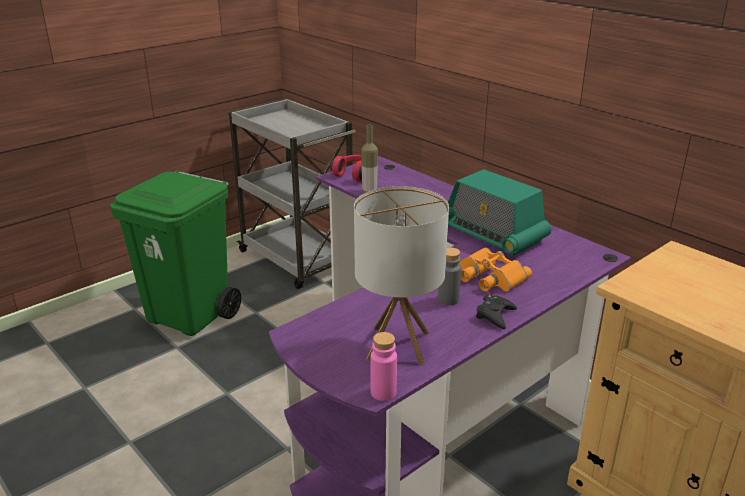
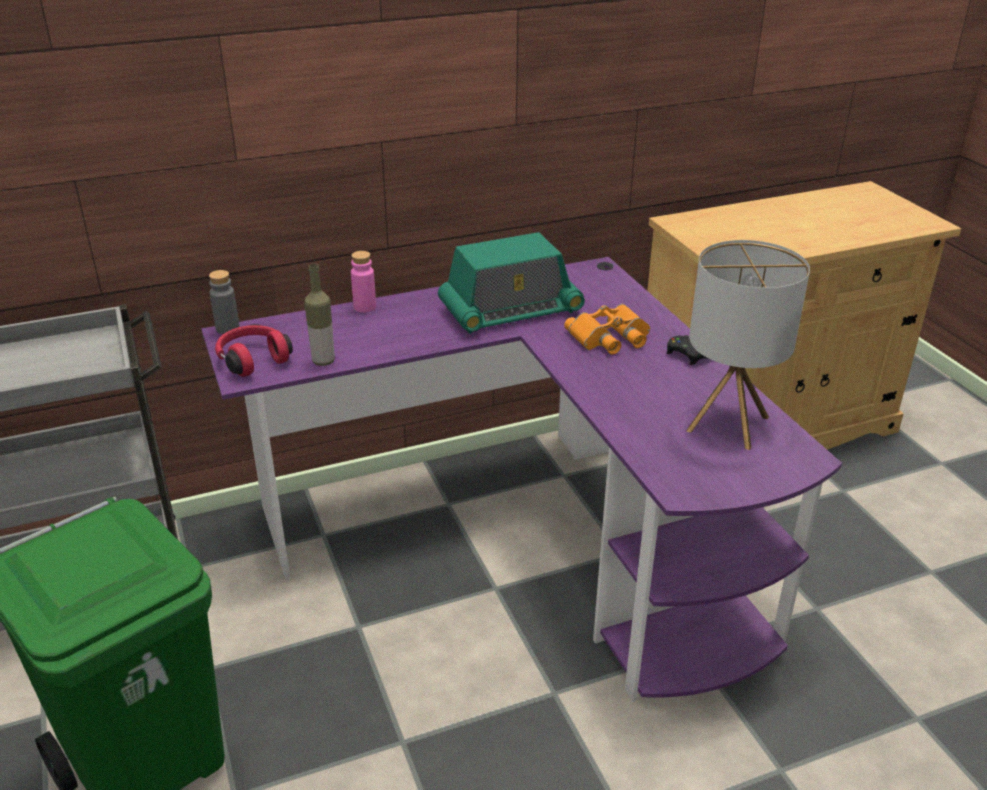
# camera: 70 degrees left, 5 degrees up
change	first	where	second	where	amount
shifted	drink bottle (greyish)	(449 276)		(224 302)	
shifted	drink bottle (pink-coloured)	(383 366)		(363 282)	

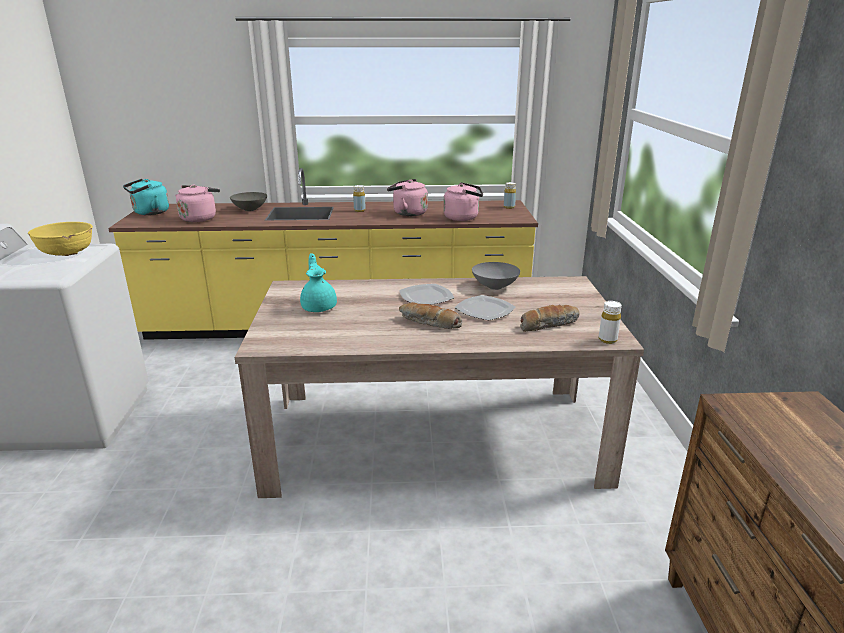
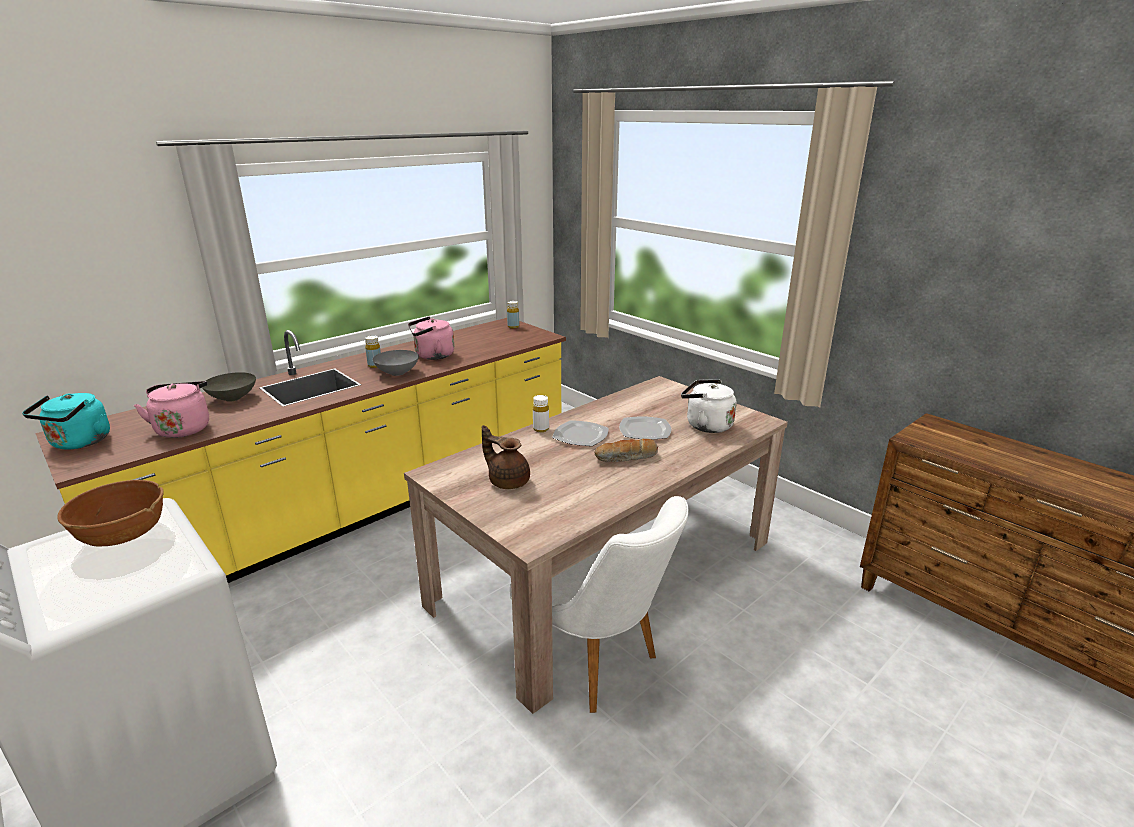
# camera: 40 degrees left, 0 degrees up
change	first	where	second	where	amount
gone	kettle (pink-coloured)	(463 201)			
repainted	deep dish (yellowish)	(60 239)	deep dish (brown)	(110 513)	
repainted	tea pot (blue-green)	(318 282)	tea pot (brown)	(506 457)	
shifted	deep dish (greyish)	(496 276)		(396 363)	
shifted	drink bottle (white)	(610 322)		(541 413)	
swapped	bakery bread	(549 318)	kettle (white)	(709 406)	
new			chair (white)	(599 604)	

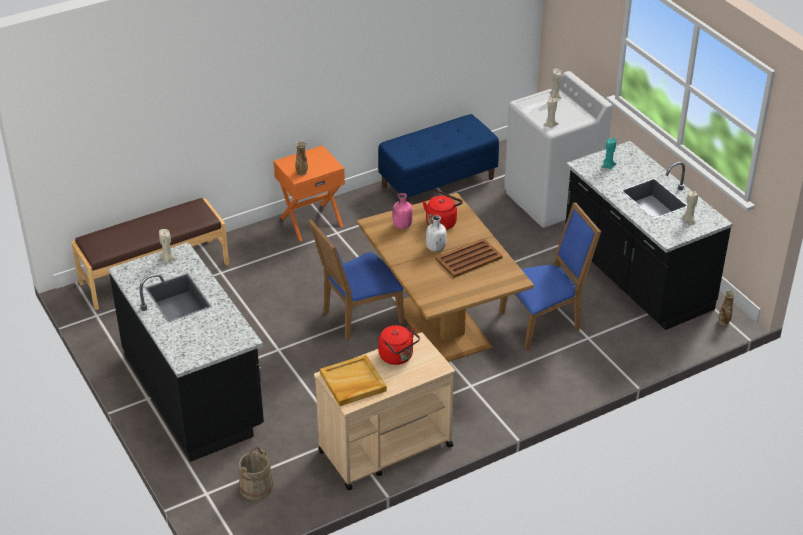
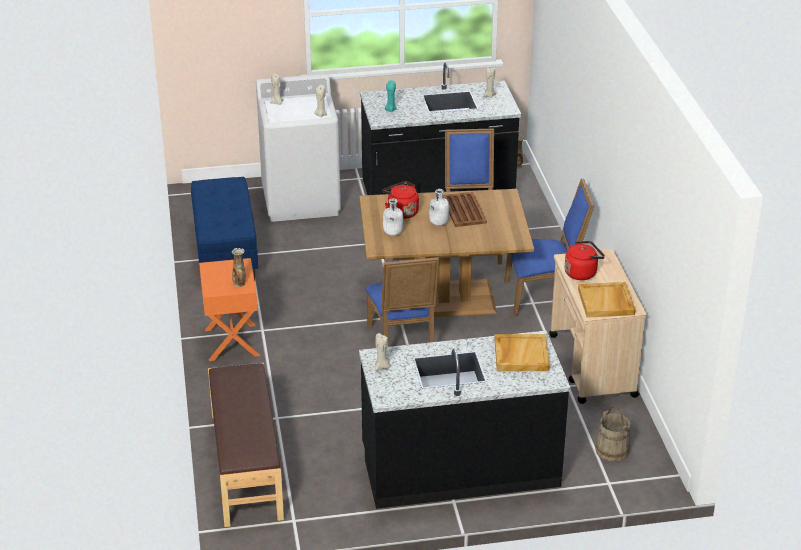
# camera: 70 degrees left, 5 degrees down
change	first	where	second	where	amount
repainted	drink bottle (pink-coloured)	(402 211)	drink bottle (white)	(393 217)	
new			chair (blue)	(549 247)	
new			tray (beige)	(522 352)	

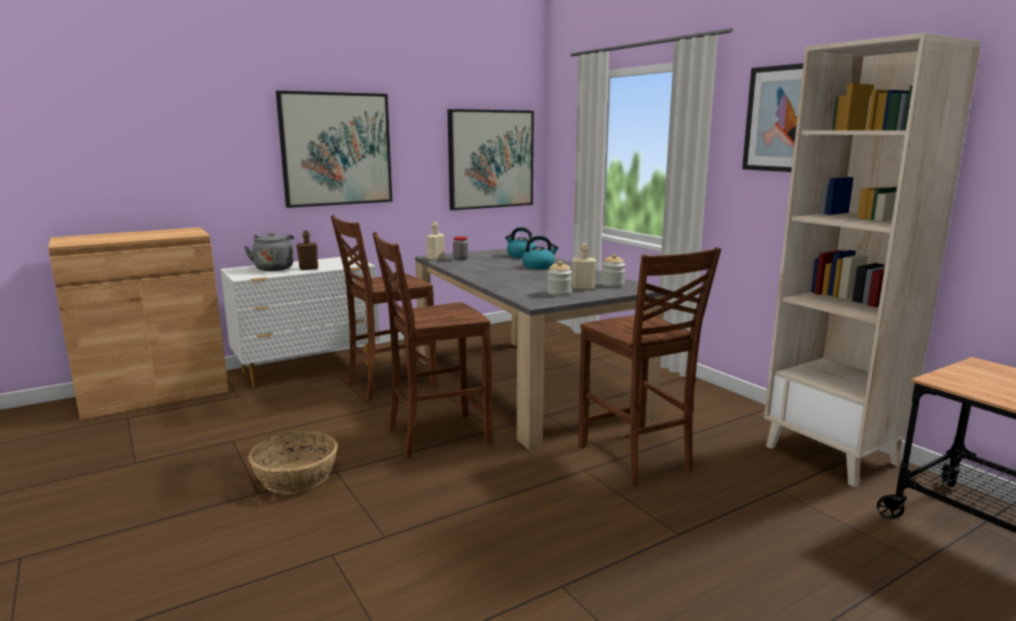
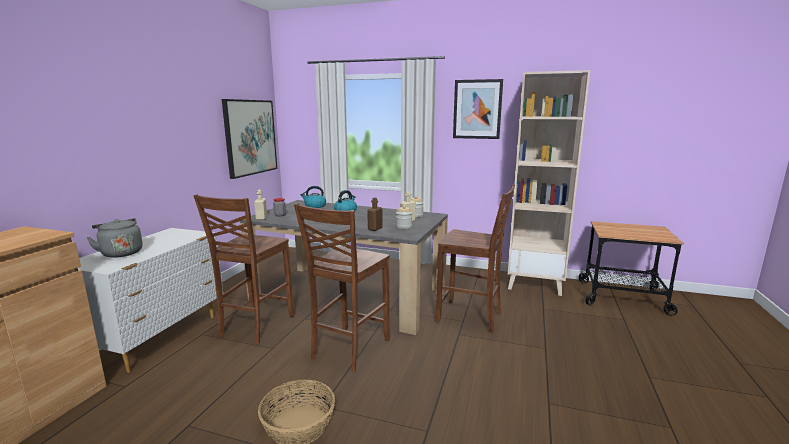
# camera: 40 degrees left, 0 degrees up
change	first	where	second	where	amount
gone	picture	(334 149)			
shifted	drink bottle (brown)	(307 250)		(374 214)	

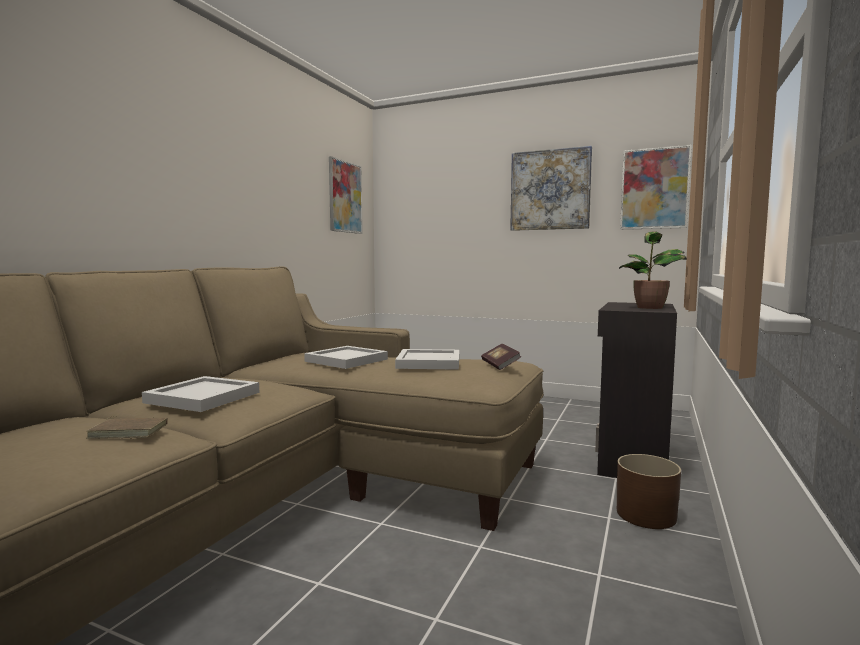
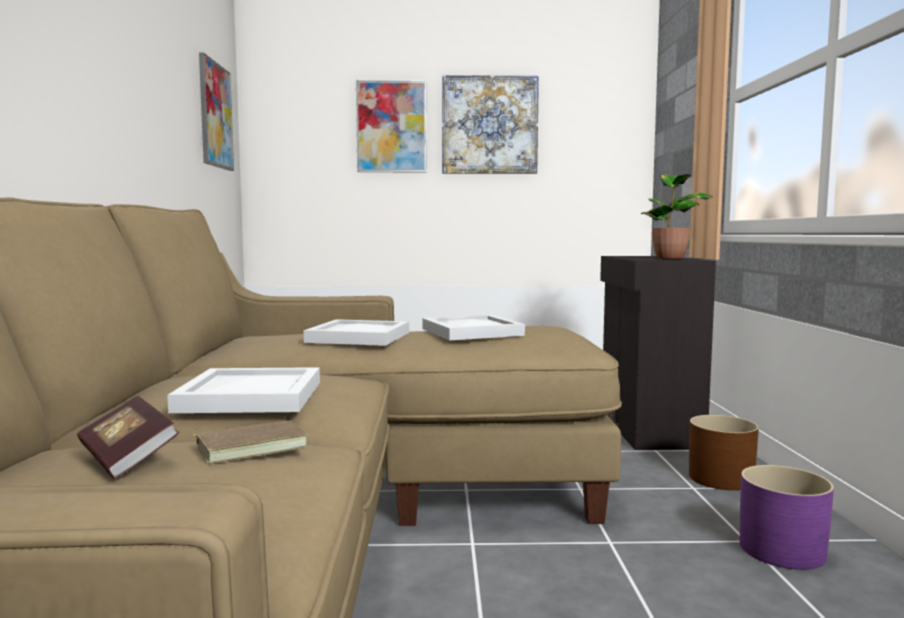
# camera: 25 degrees left, 0 degrees up
change	first	where	second	where	amount
shifted	picture	(656 187)		(391 126)	
shifted	volume	(501 357)		(128 437)	
new			planter (purple)	(787 517)	

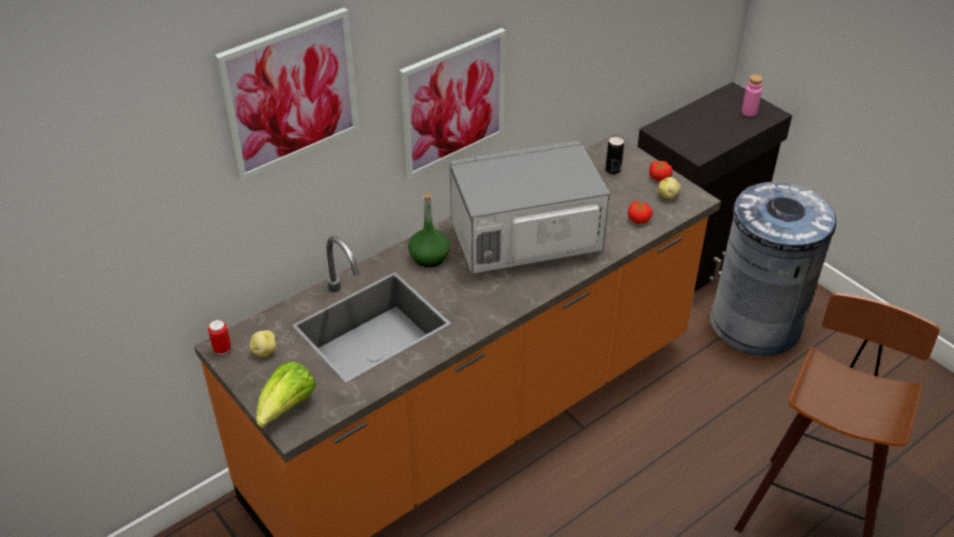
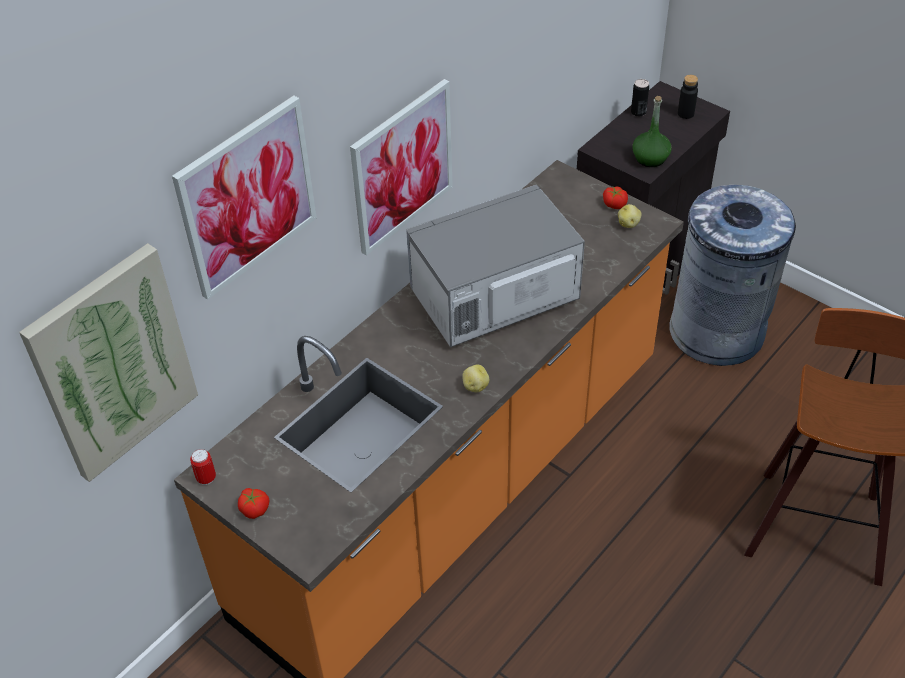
# camera: 10 degrees left, 5 degrees up
change	first	where	second	where	amount
repainted	drink bottle (pink-coloured)	(752 95)	drink bottle (black-coloured)	(688 97)	
shifted	metal can	(615 155)		(640 98)	
shifted	drink bottle (green)	(429 230)		(652 131)	
shifted	fresh tomato	(640 212)		(254 503)	
shifted	spud	(262 343)		(475 378)	
gone	head of lettuce	(286 395)			
new			picture	(108 362)	

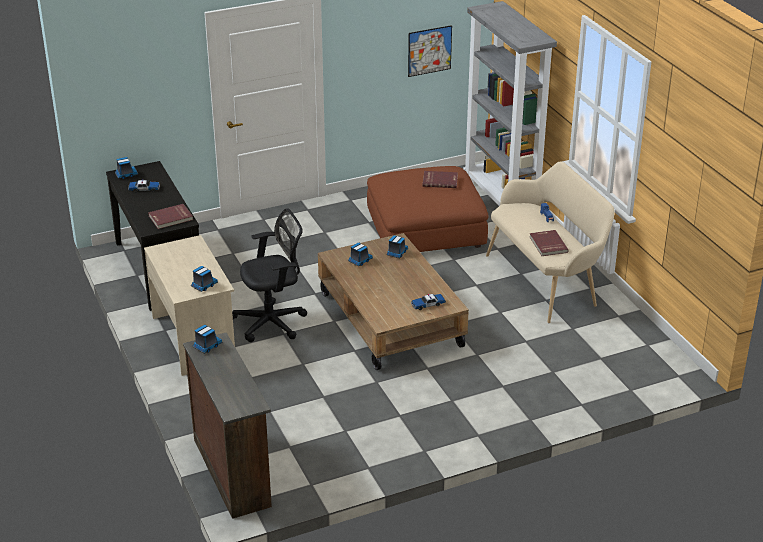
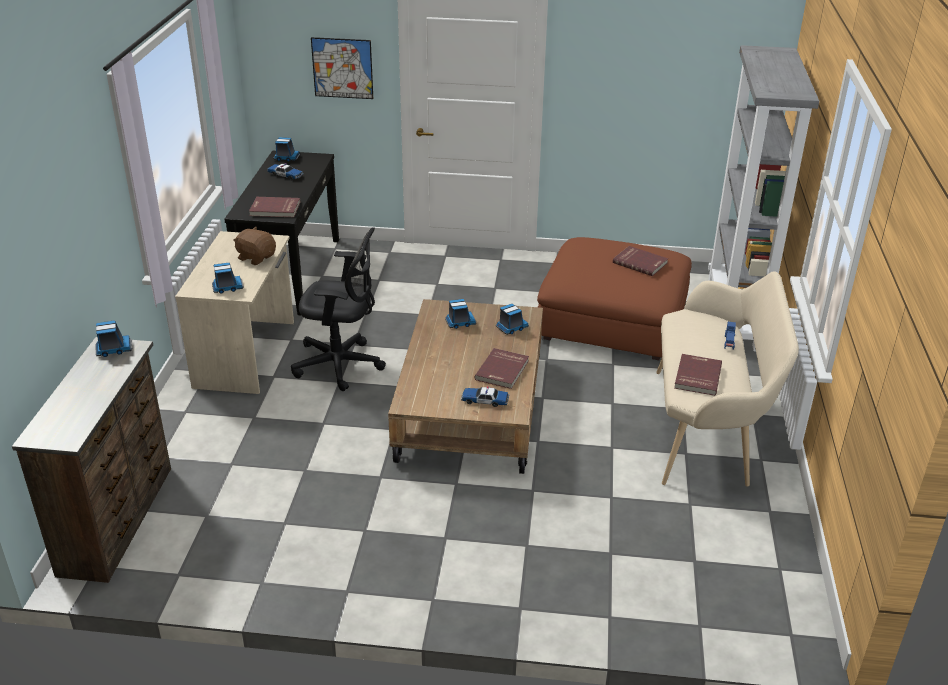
# camera: 30 degrees right, 0 degrees up
change	first	where	second	where	amount
shifted	picture	(430 51)		(342 68)	
new			soft toy (brown)	(254 246)	
new			volume (red-coloured)	(501 368)	

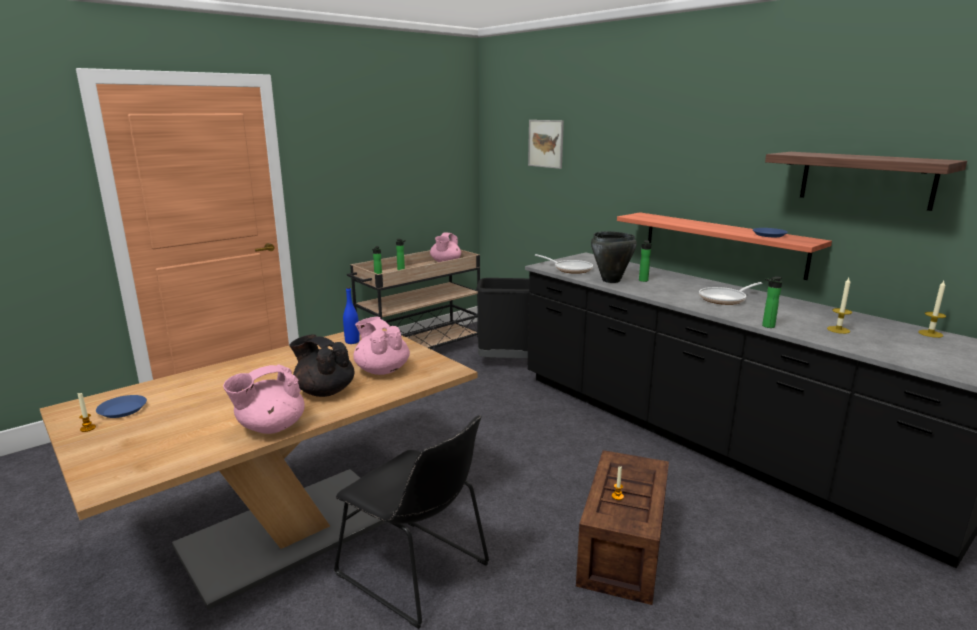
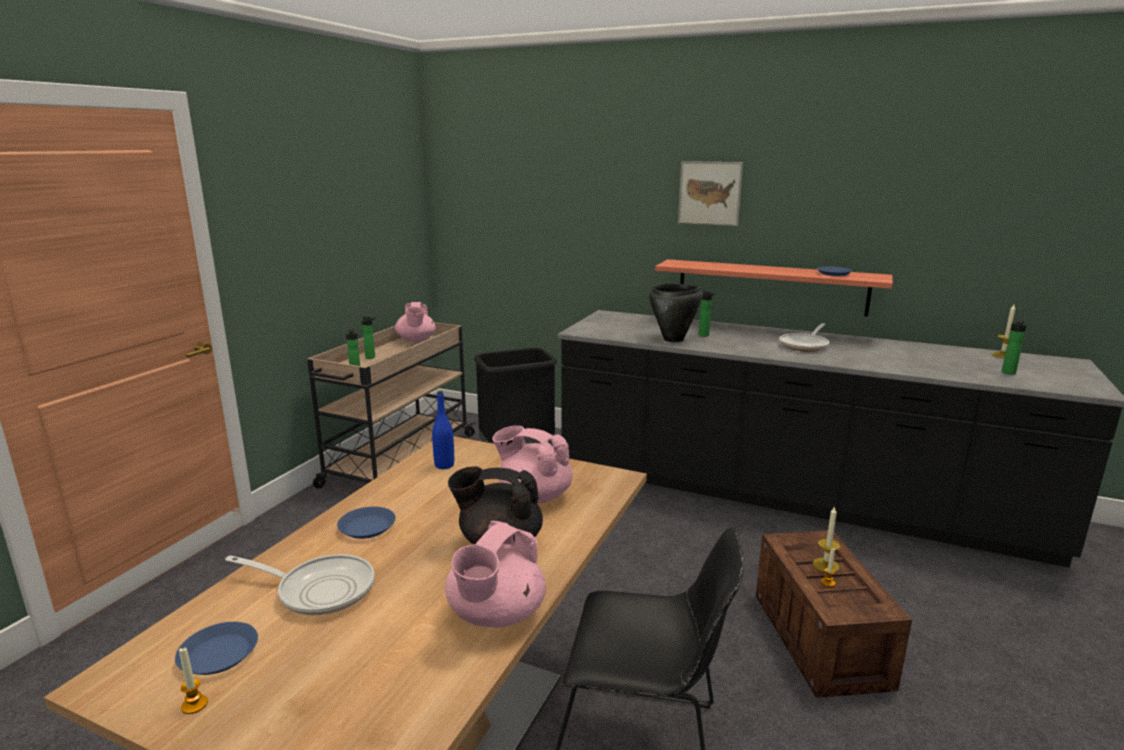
# camera: 25 degrees left, 0 degrees up
change	first	where	second	where	amount
shifted	picture	(546 144)		(710 193)	
gone	shelf	(866 181)			
shifted	skillet	(564 264)		(299 585)	
shifted	drink bottle	(772 302)		(1014 347)	
shifted	wax light	(839 306)		(827 539)	
new			plate (blue)	(366 523)	

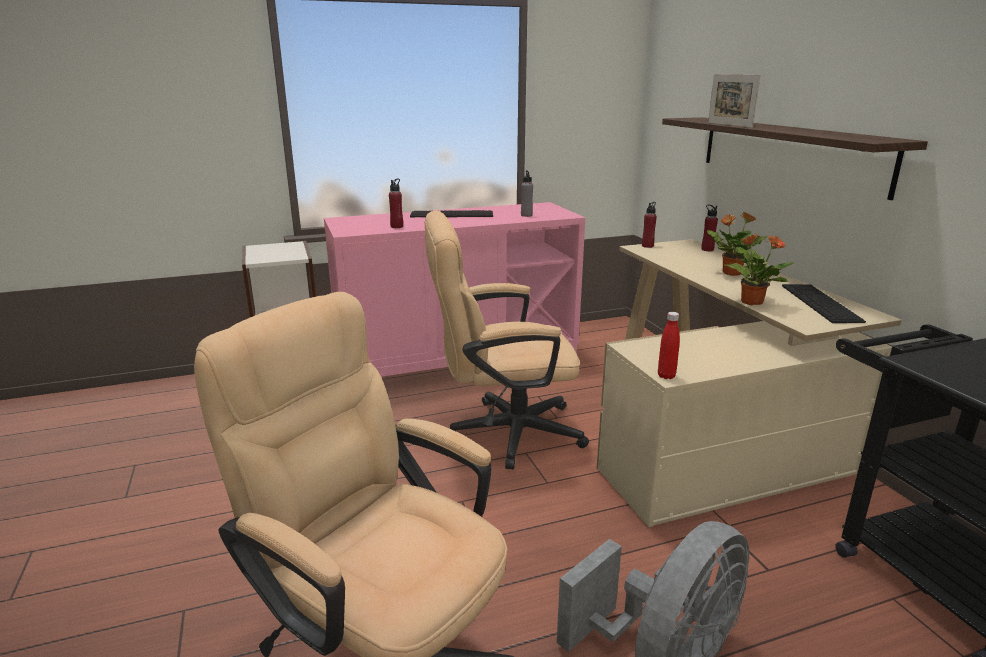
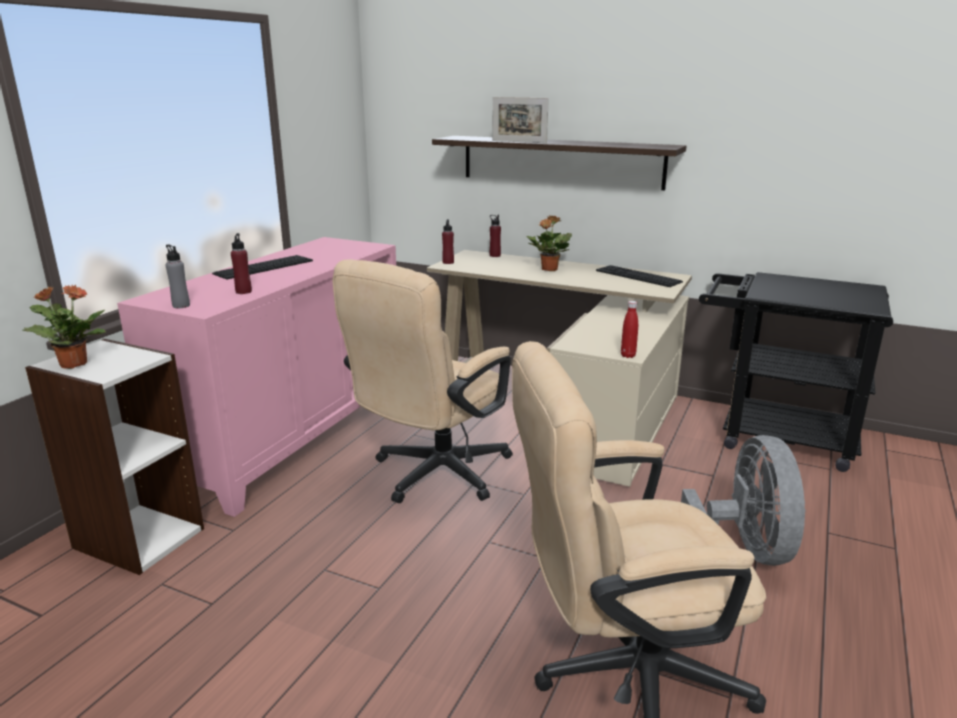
# camera: 45 degrees left, 0 degrees up
change	first	where	second	where	amount
shifted	drink bottle (greyish)	(527 193)		(178 276)	
shifted	plant in a pot	(759 269)		(64 327)	

